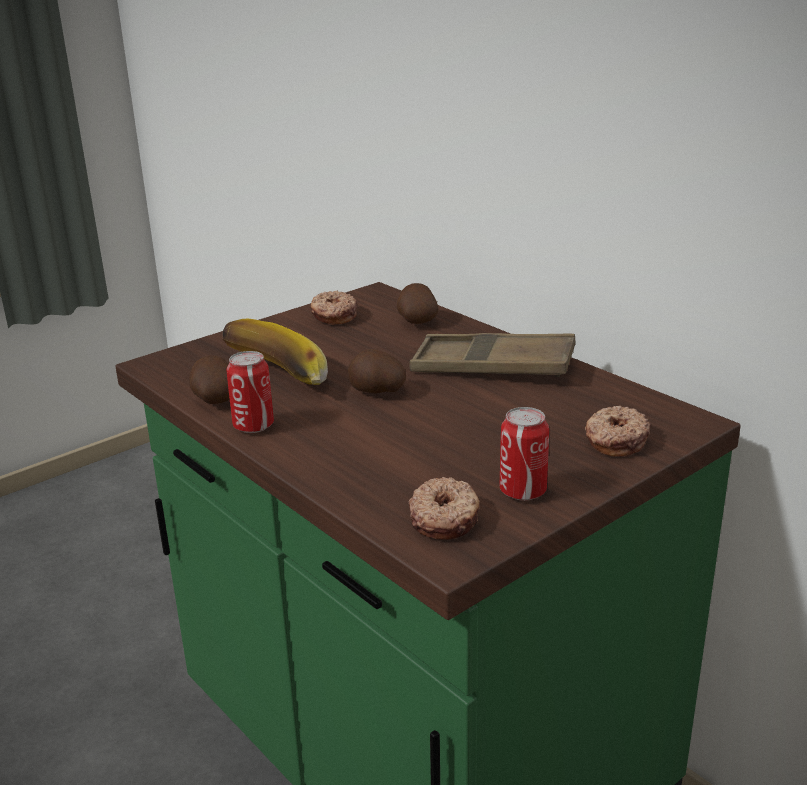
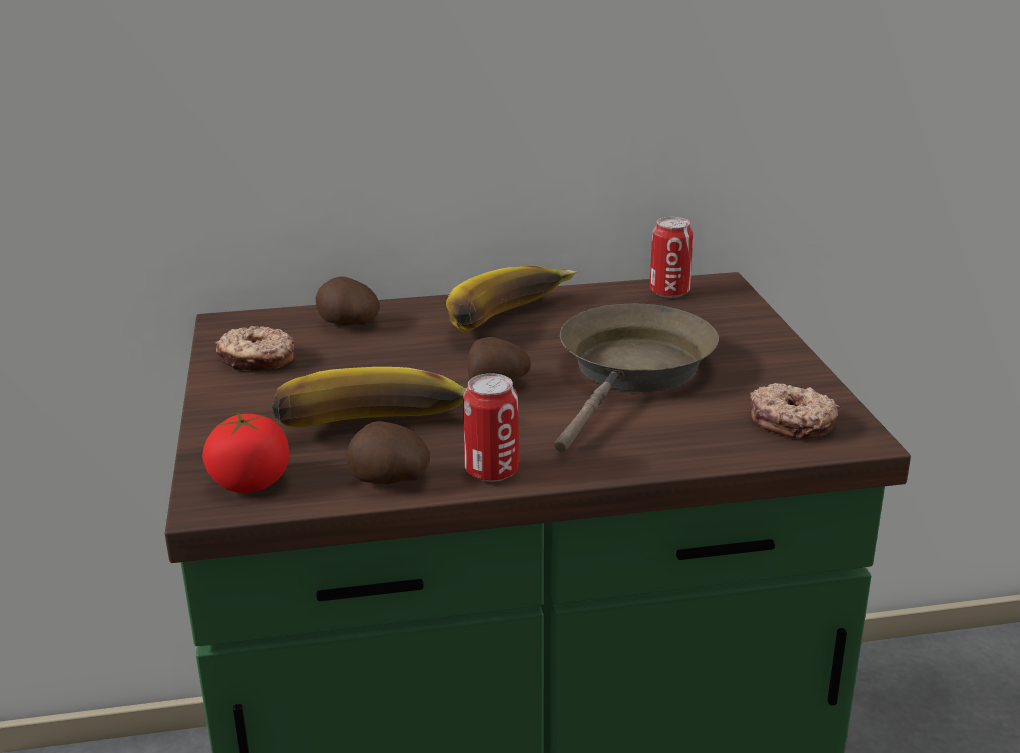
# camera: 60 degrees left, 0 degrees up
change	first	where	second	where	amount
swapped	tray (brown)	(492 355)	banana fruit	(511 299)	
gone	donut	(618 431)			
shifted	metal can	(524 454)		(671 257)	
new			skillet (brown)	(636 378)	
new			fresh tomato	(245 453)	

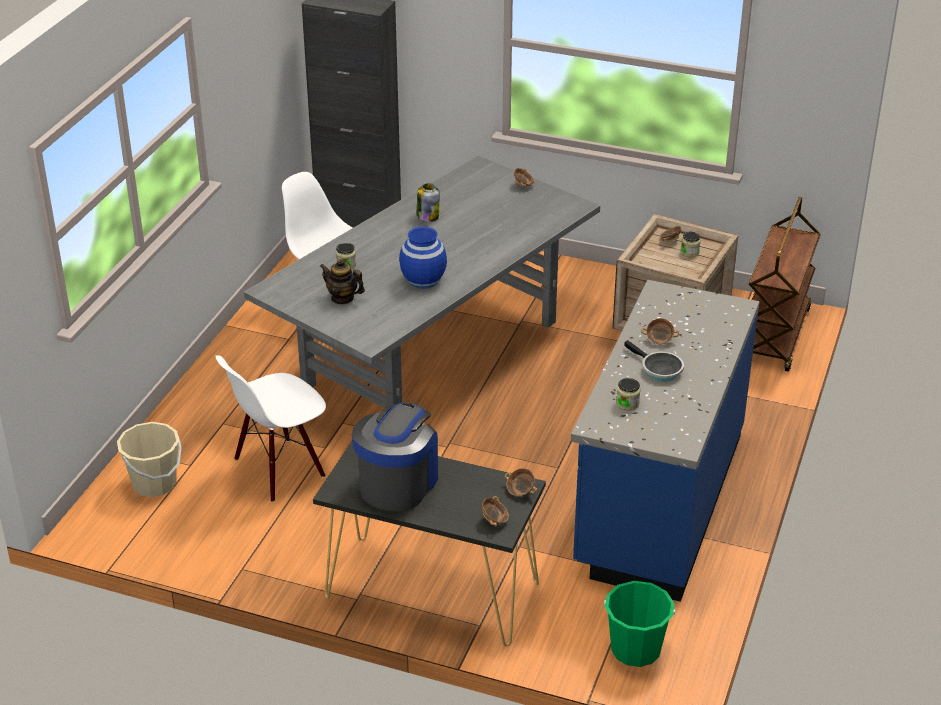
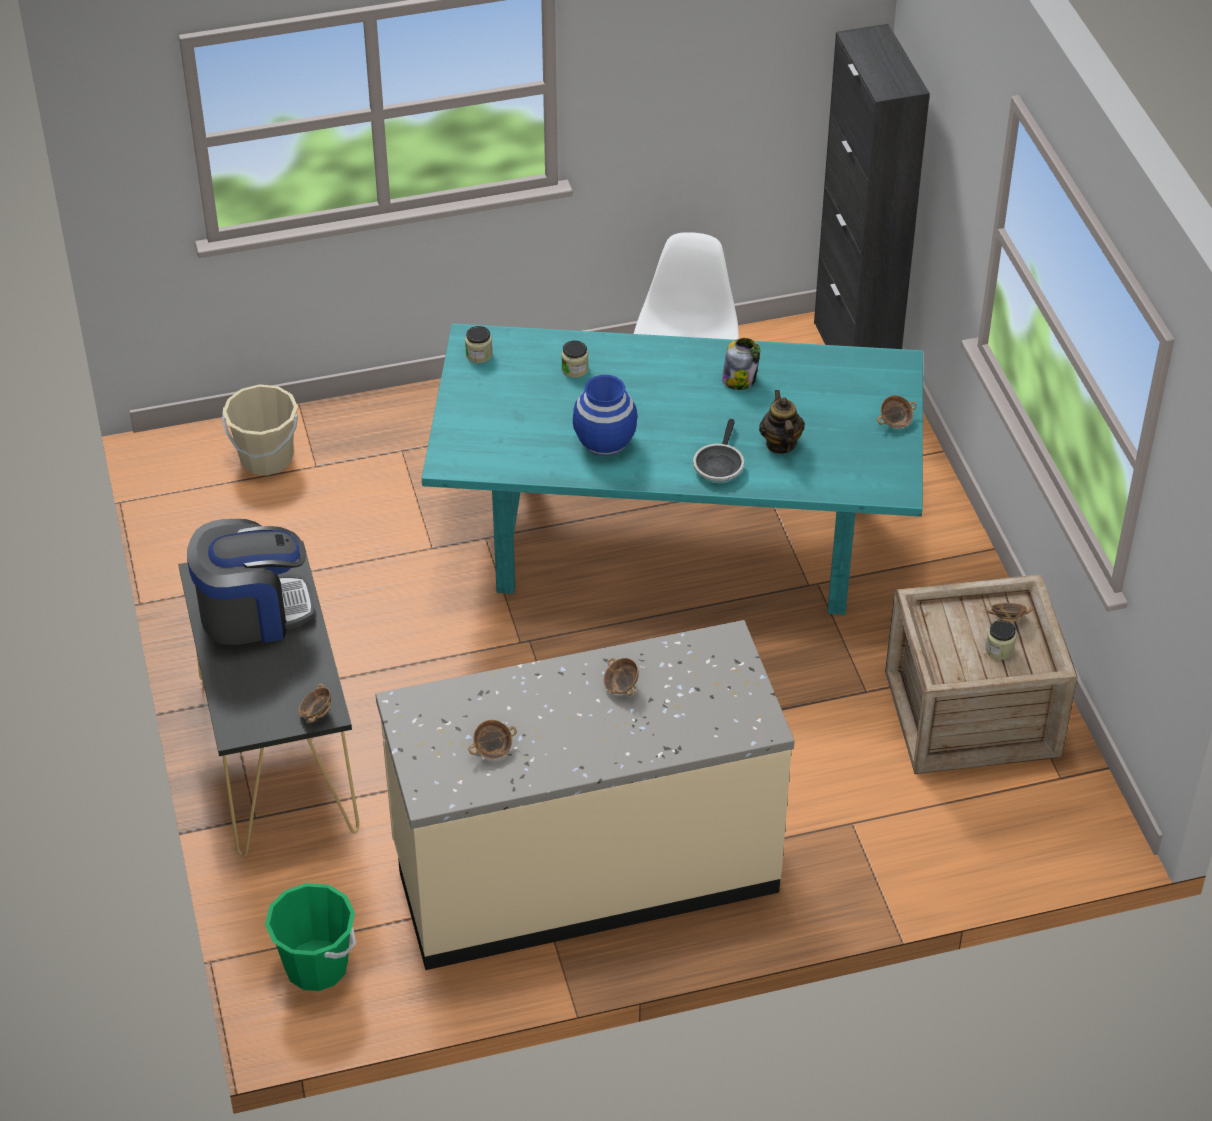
# camera: 55 degrees right, 10 degrees up
change	first	where	second	where	amount
repainted	dinner table (greyish)	(422 281)	dinner table (blue-green)	(672 469)	
gone	trolley (brown)	(785 284)			
shifted	tea pot	(342 282)		(782 422)	
repainted	counter (blue)	(665 441)	counter (beige)	(585 795)	
shifted	skillet	(654 360)		(718 451)	
gone	chair (white)	(270 428)			
shifted	preserve jar	(628 394)		(479 344)	
shifted	deep dish	(495 511)		(492 739)	

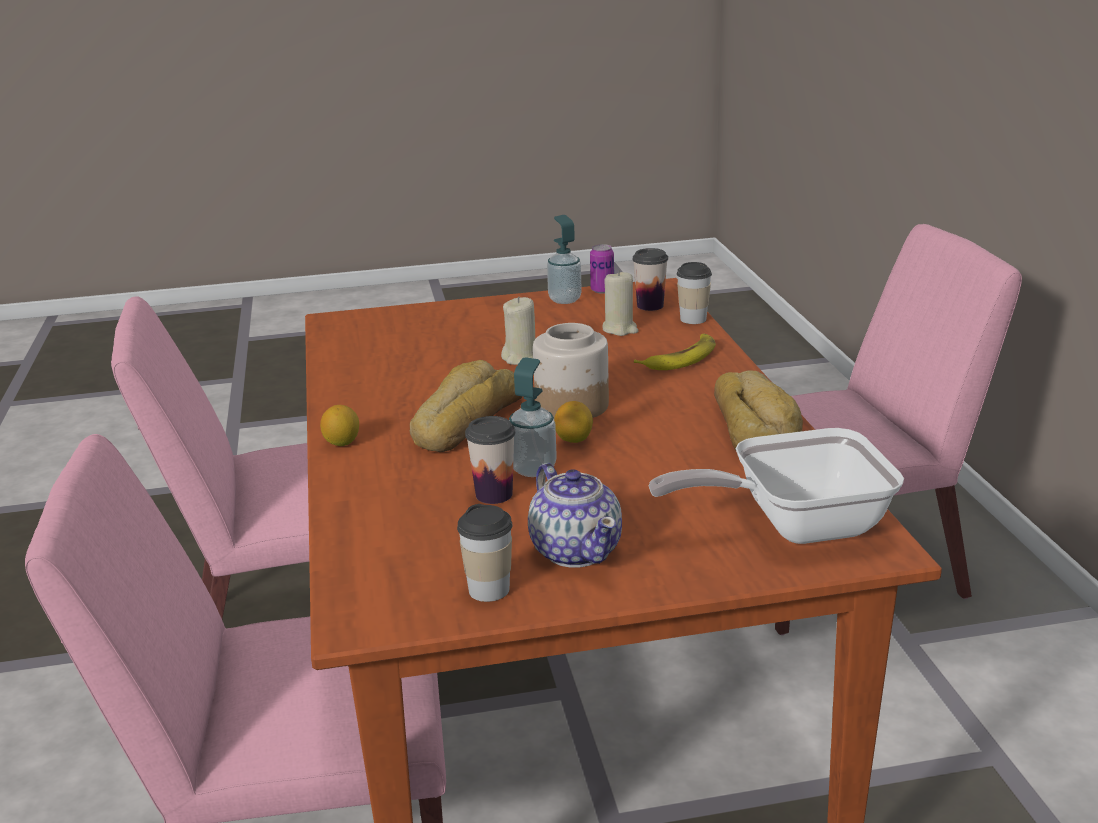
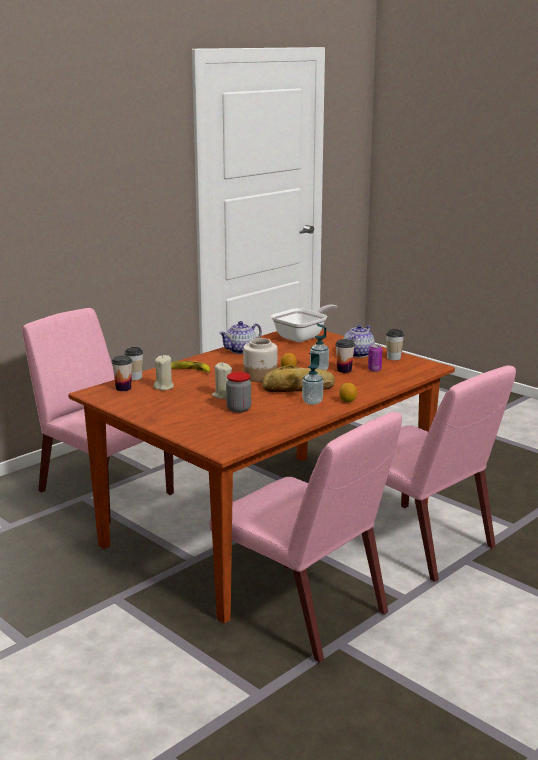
# camera: 125 degrees left, 5 degrees down
change	first	where	second	where	amount
shifted	soap dispenser	(564 259)		(312 379)	
shifted	metal can	(602 269)		(375 358)	
swapped	bakery bread	(758 410)	tea pot	(240 337)	
rotated	skillet	(776 486)		(304 323)	90 degrees counterclockwise
new			preserve jar	(238 392)	

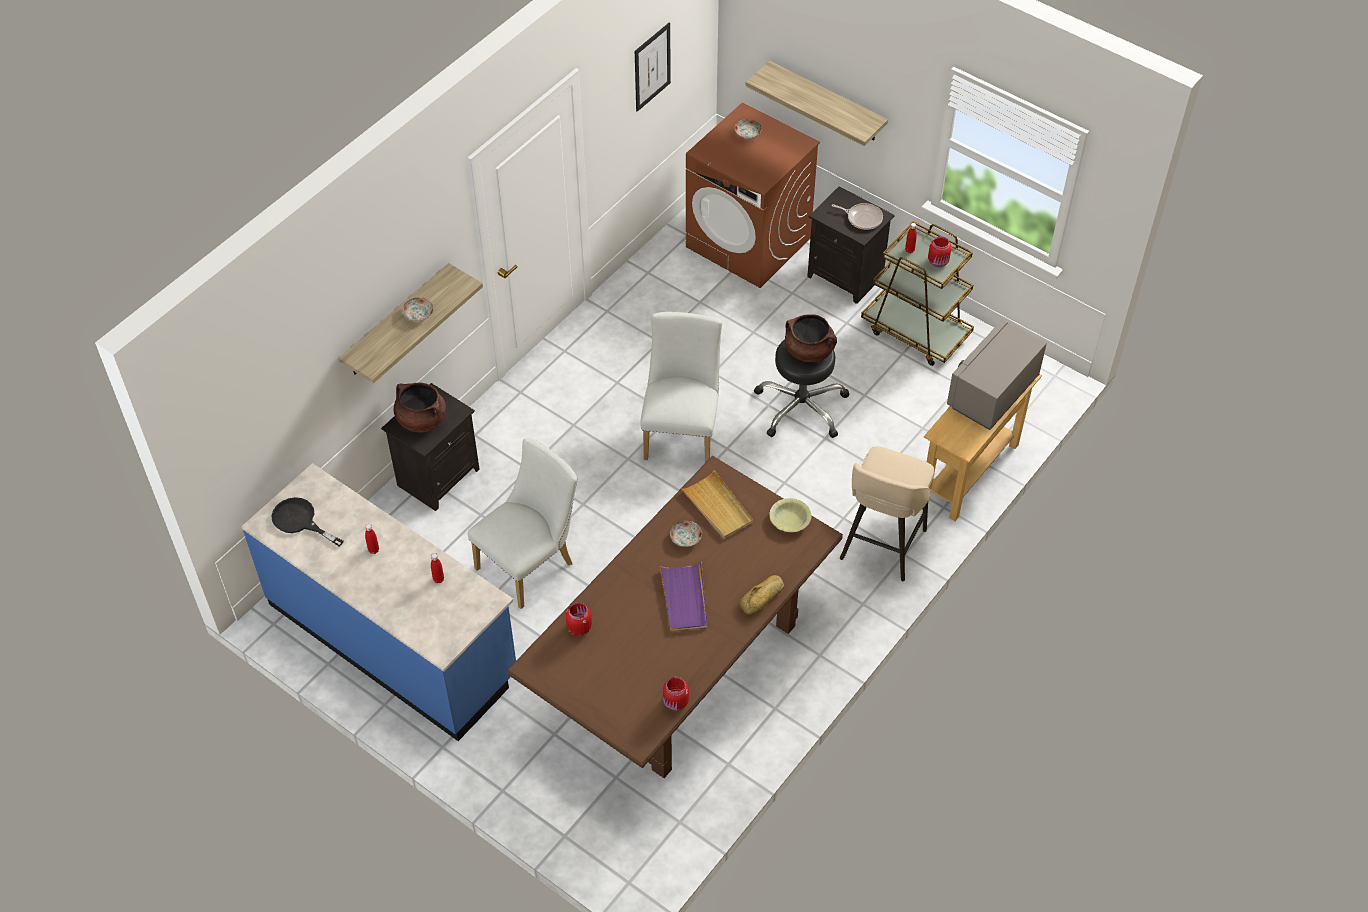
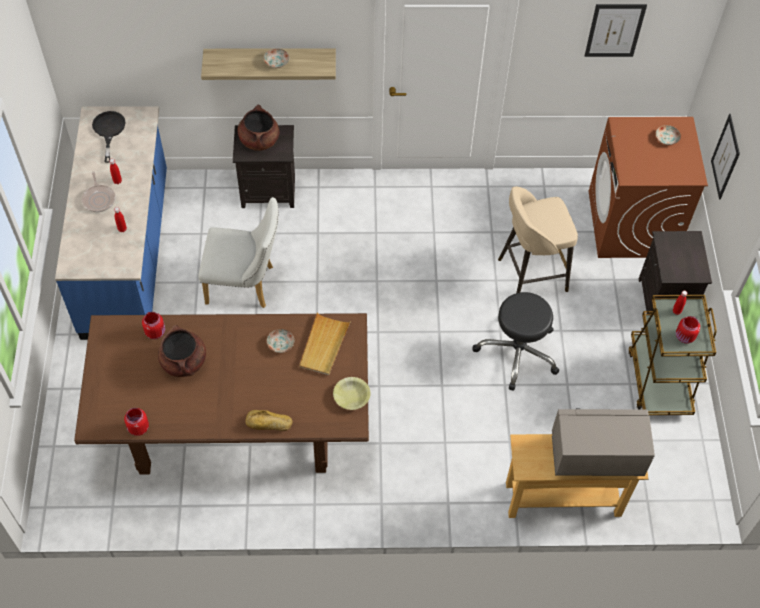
# camera: 50 degrees right, 5 degrees up
change	first	where	second	where	amount
swapped	shelf	(816 103)	picture	(725 157)	
shifted	skillet	(857 216)		(98 192)	
gone	chair (white)	(681 387)			
shifted	saucepot (brown)	(811 338)		(182 351)	
shifted	stool seat (beige)	(887 513)		(538 239)	
gone	tray (purple)	(683 596)			

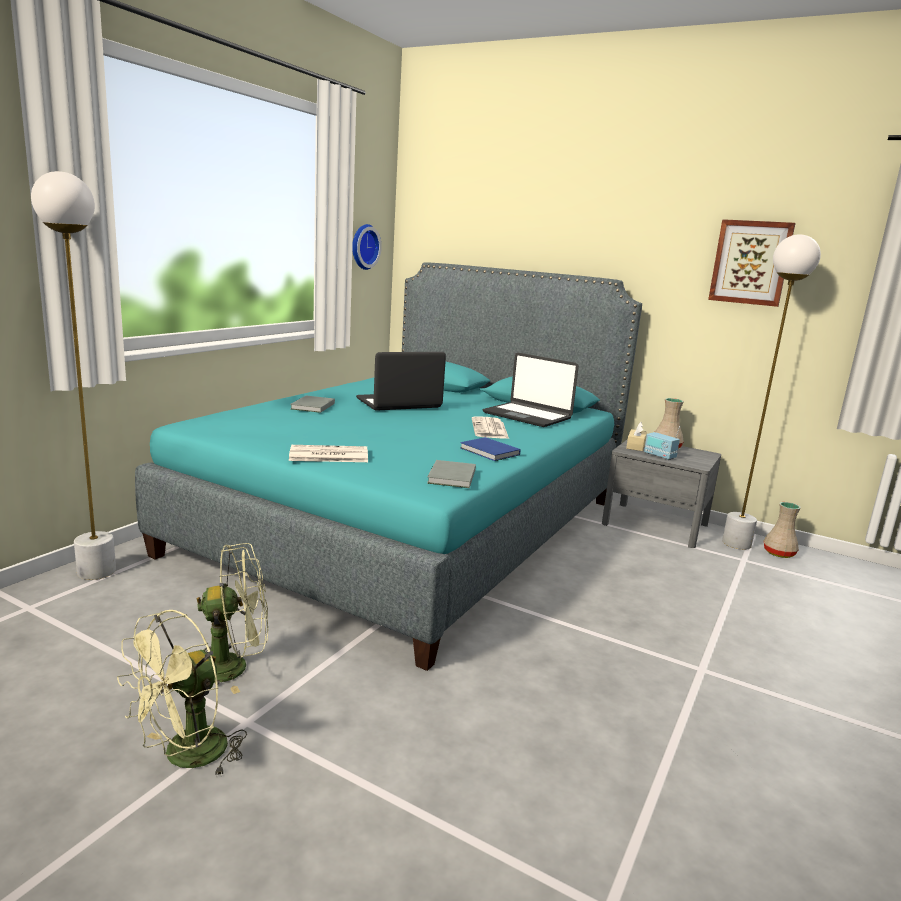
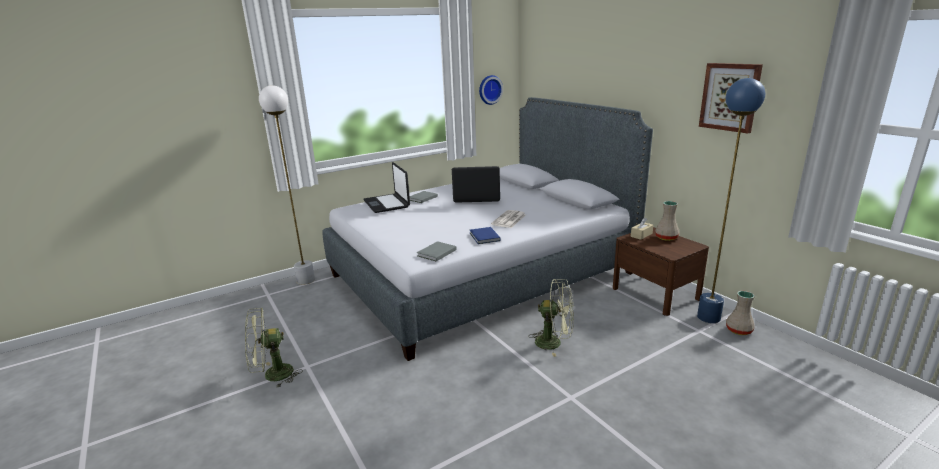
# camera: 30 degrees right, 5 degrees up
change	first	where	second	where	amount
repainted	floor lamp (white)	(771 392)	floor lamp (blue)	(731 200)	
repainted	bed (blue-green)	(388 466)	bed (greyish)	(487 229)	
shifted	portable computer	(531 390)		(386 187)	
gone	radio set	(662 443)			
repainted	bedside table (greyish)	(661 493)	bedside table (brown)	(661 271)	
gone	printed paper	(328 453)			
shifted	fan (green)	(232 618)		(551 318)	

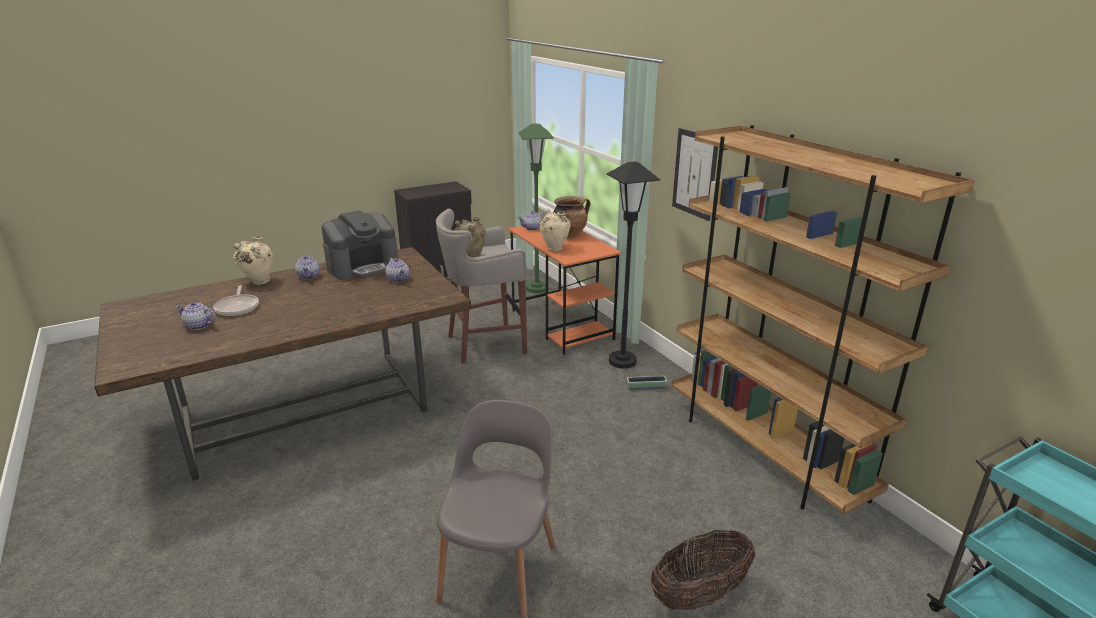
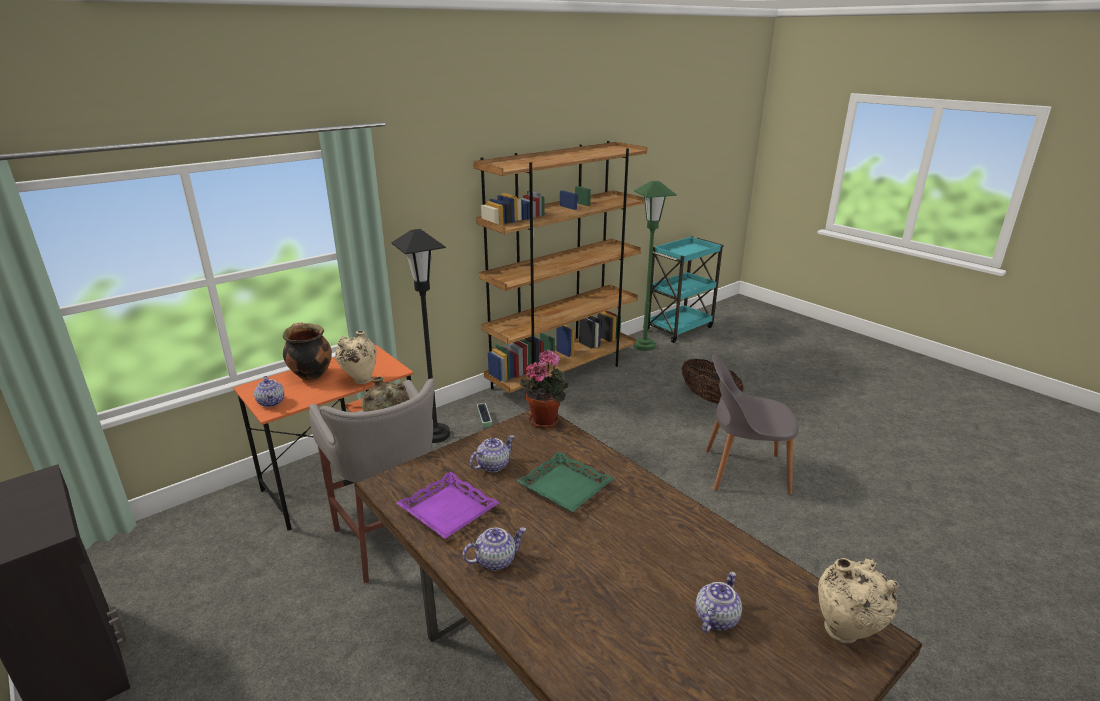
# camera: 100 degrees left, 0 degrees up
change	first	where	second	where	amount
shifted	floor lamp (green)	(536 208)		(655 266)	
gone	picture	(695 174)			
swapped	coffee brewer	(360 245)	tray (purple)	(448 505)	
shifted	flower vase (beige)	(253 260)		(858 601)	
gone	skillet	(236 300)			
rotated	tea pot	(195 316)		(719 602)	150 degrees counterclockwise
new			plant in a pot	(544 389)	
new			tray (green)	(565 482)	

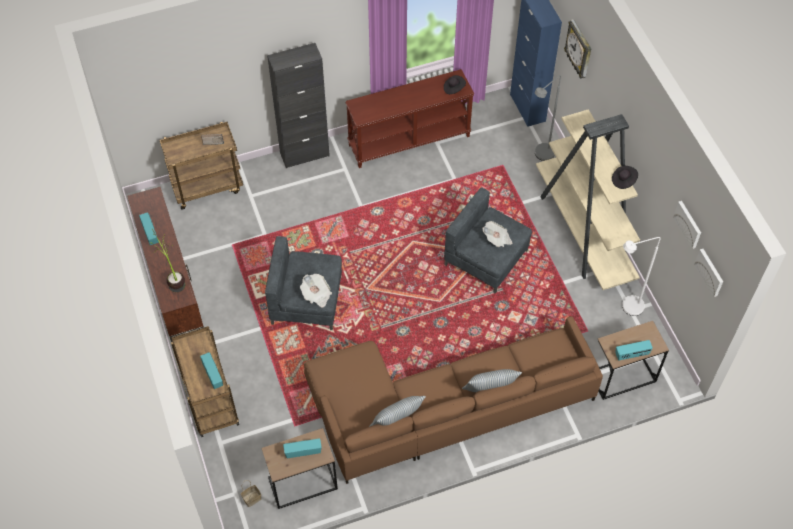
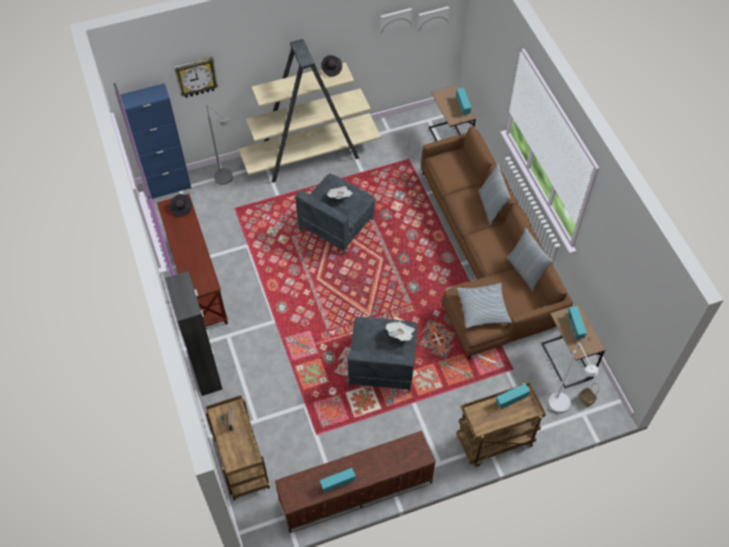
# camera: 90 degrees left, 0 degrees up
change	first	where	second	where	amount
gone	plant in a pot	(167 260)			
shifted	floor lamp (white)	(641 276)		(573 377)	
new			cushion	(484 305)	

